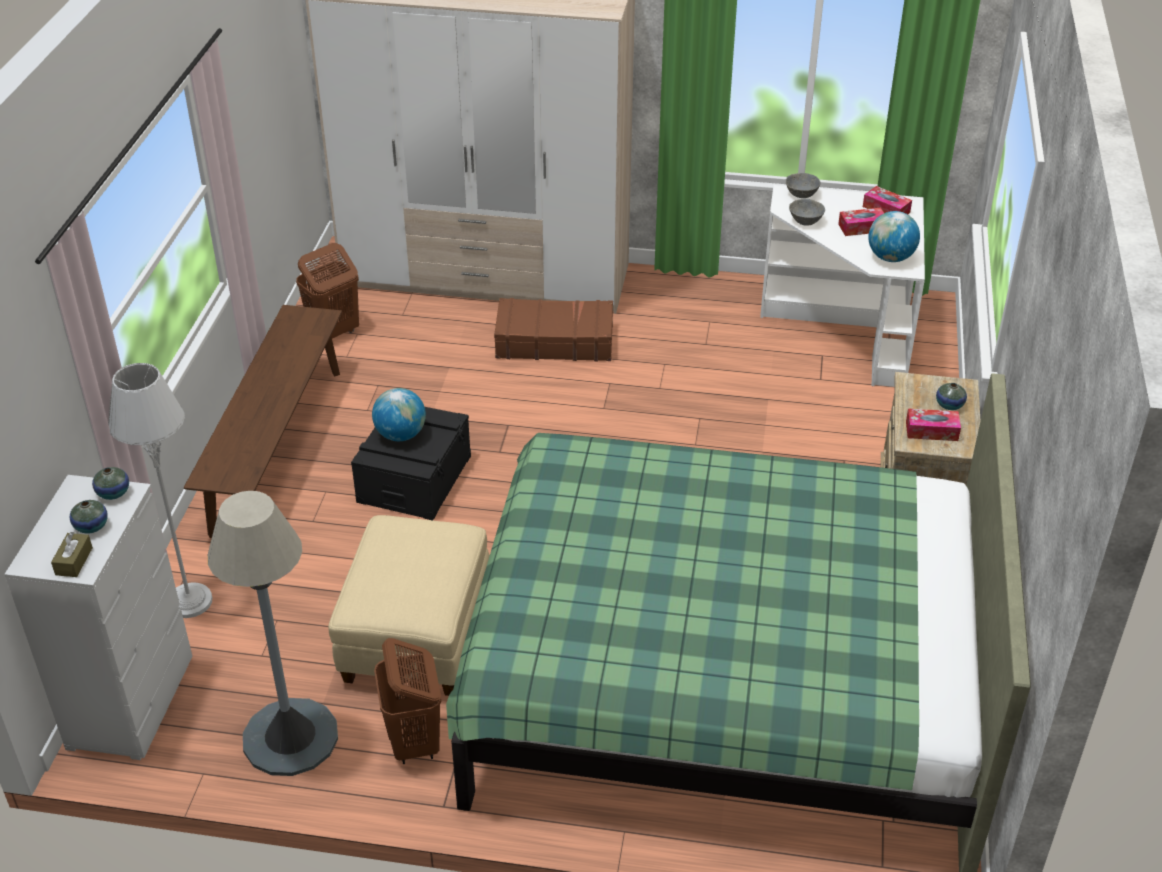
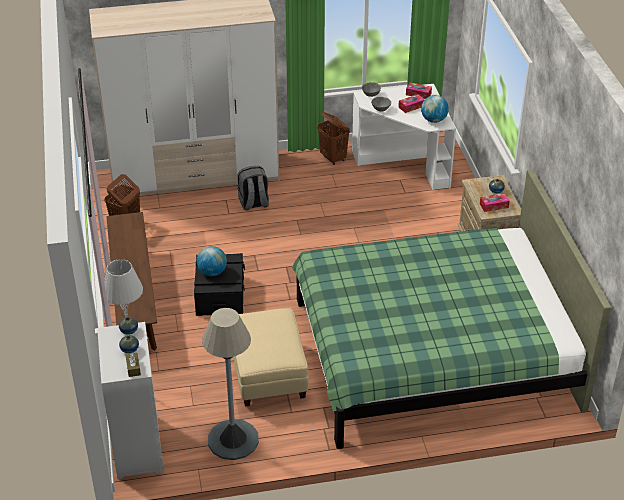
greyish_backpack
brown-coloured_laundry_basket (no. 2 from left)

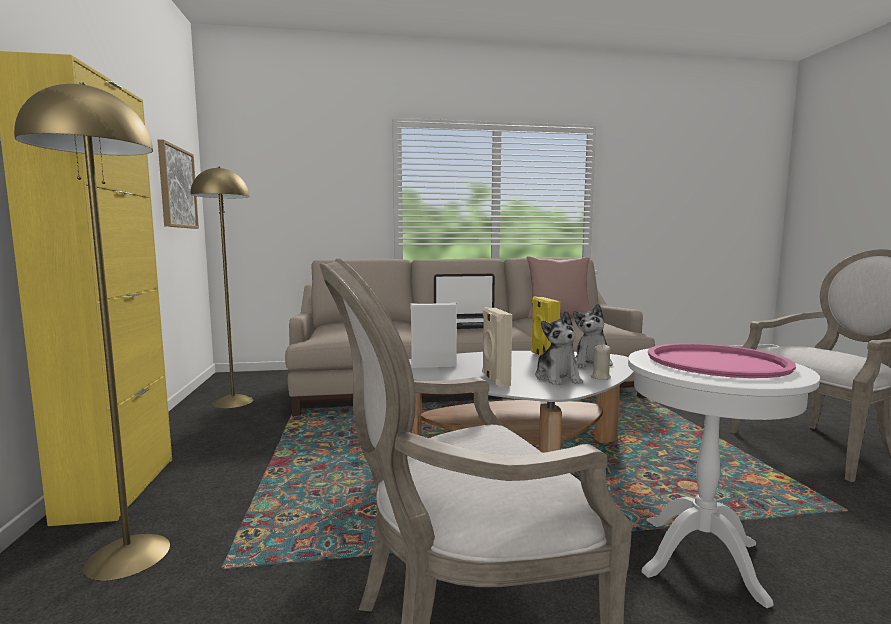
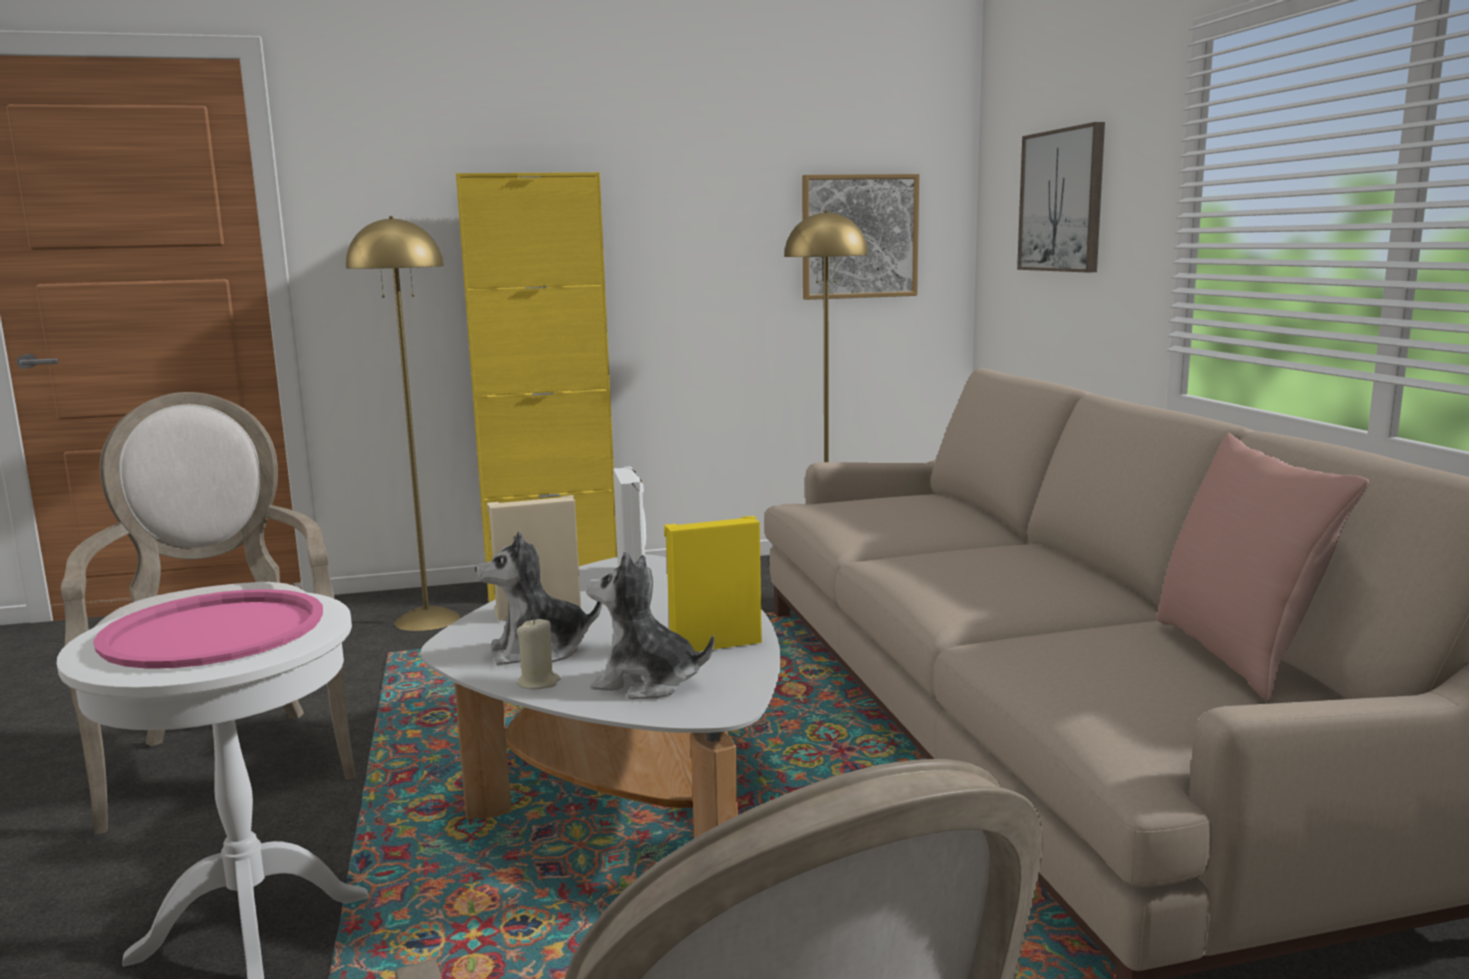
wall_picture (no. 2 from left)
notebook_computer

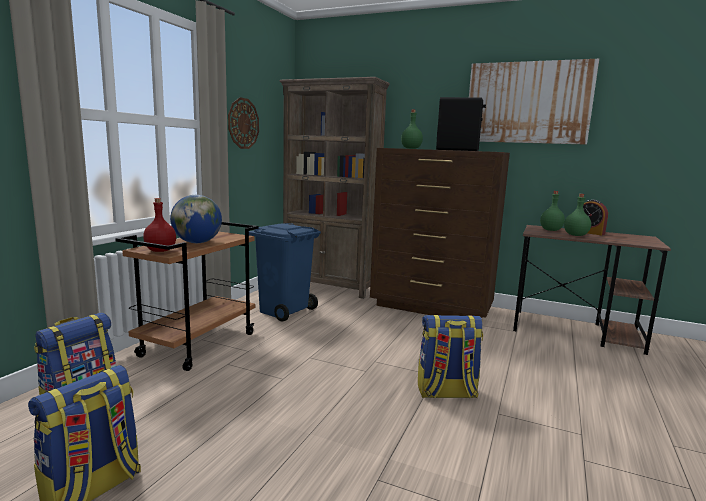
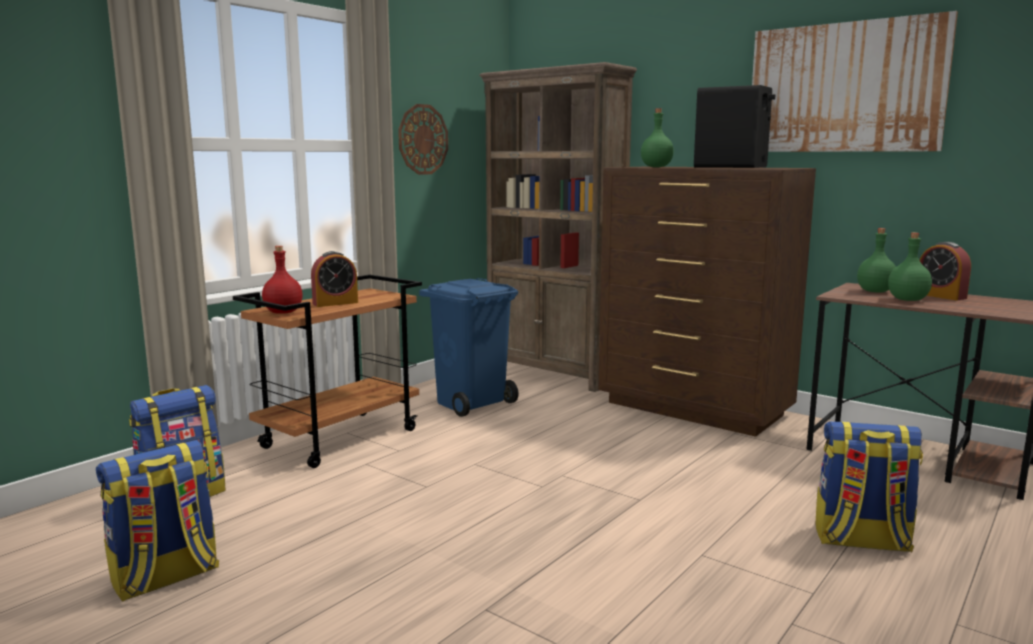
bedside_clock (no. 1 from left)
backpack (no. 3 from left)

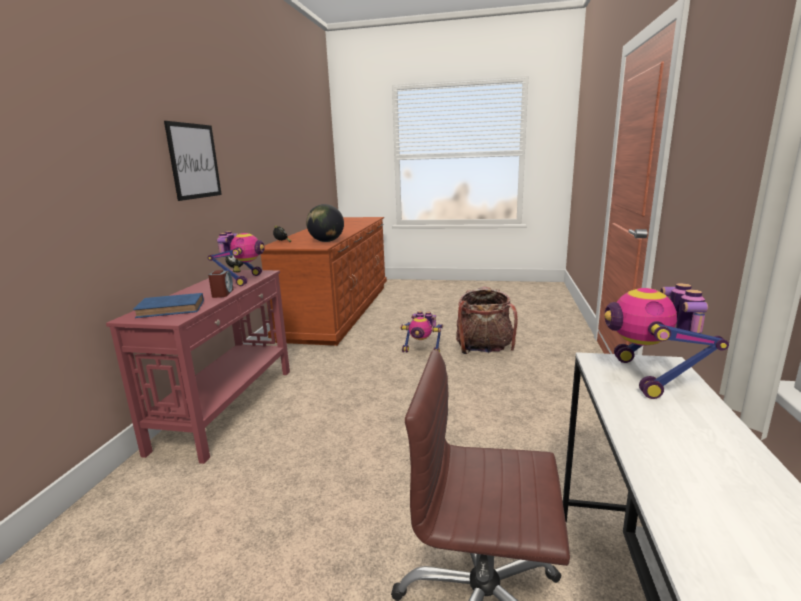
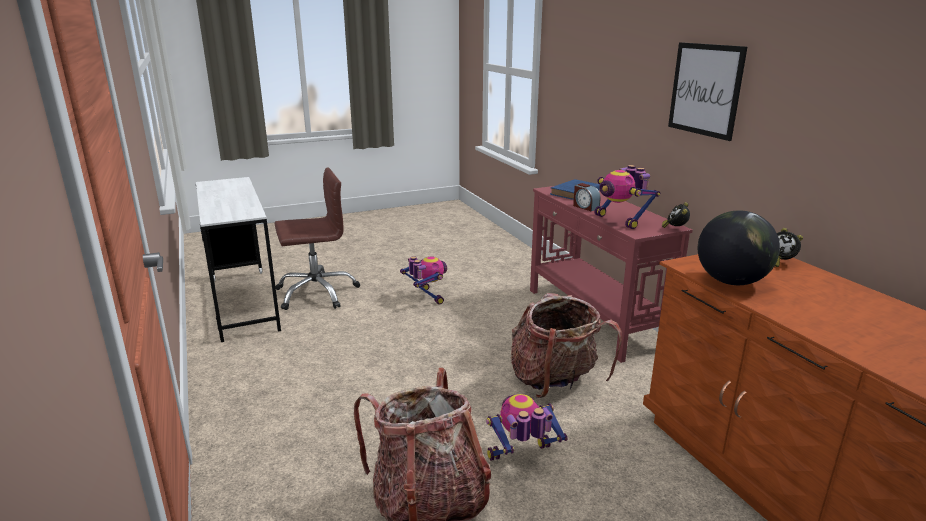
robot_figure (no. 1 from left)
backpack (no. 2 from left)

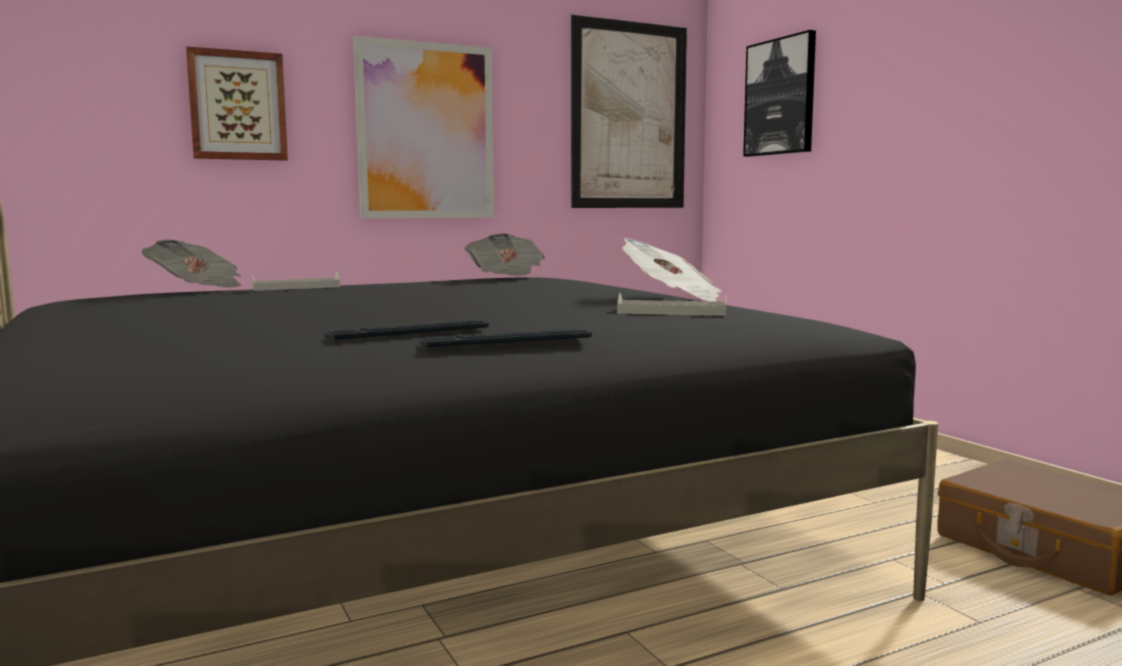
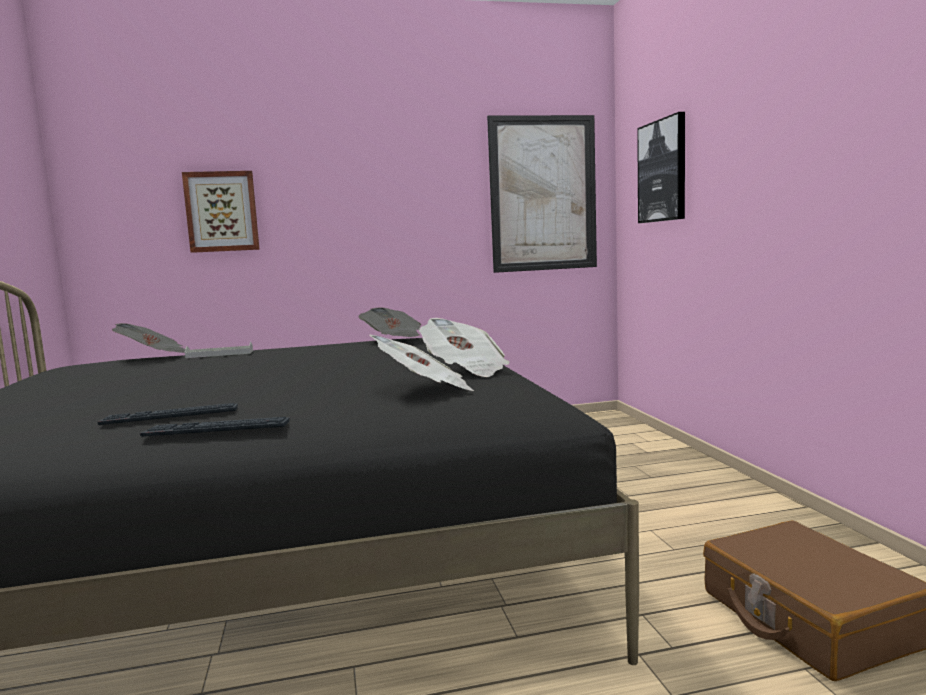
printed_paper (no. 3 from left)
wall_picture (no. 2 from left in the first image)

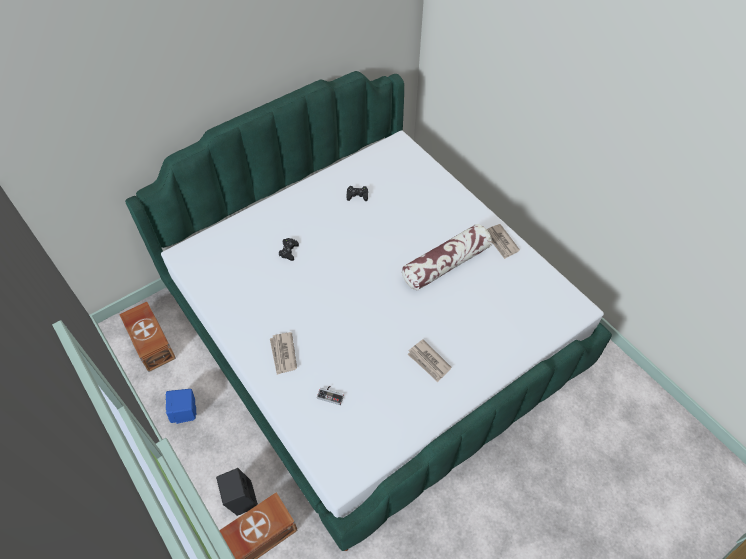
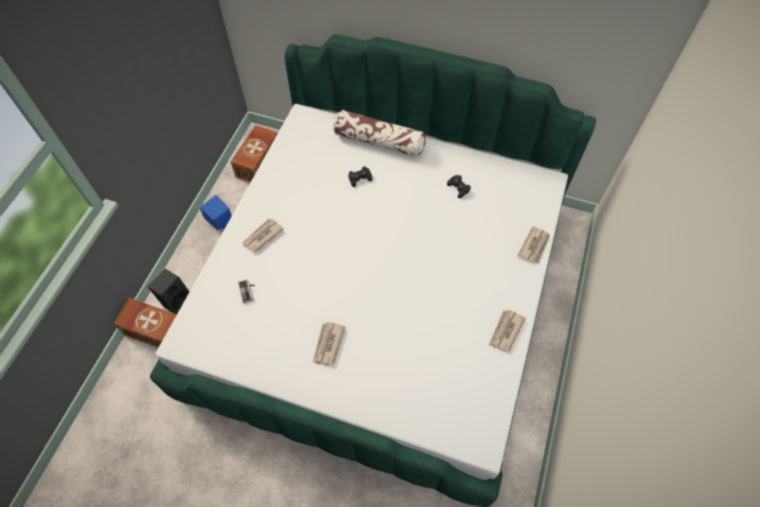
cushion
printed_paper (no. 4 from left)

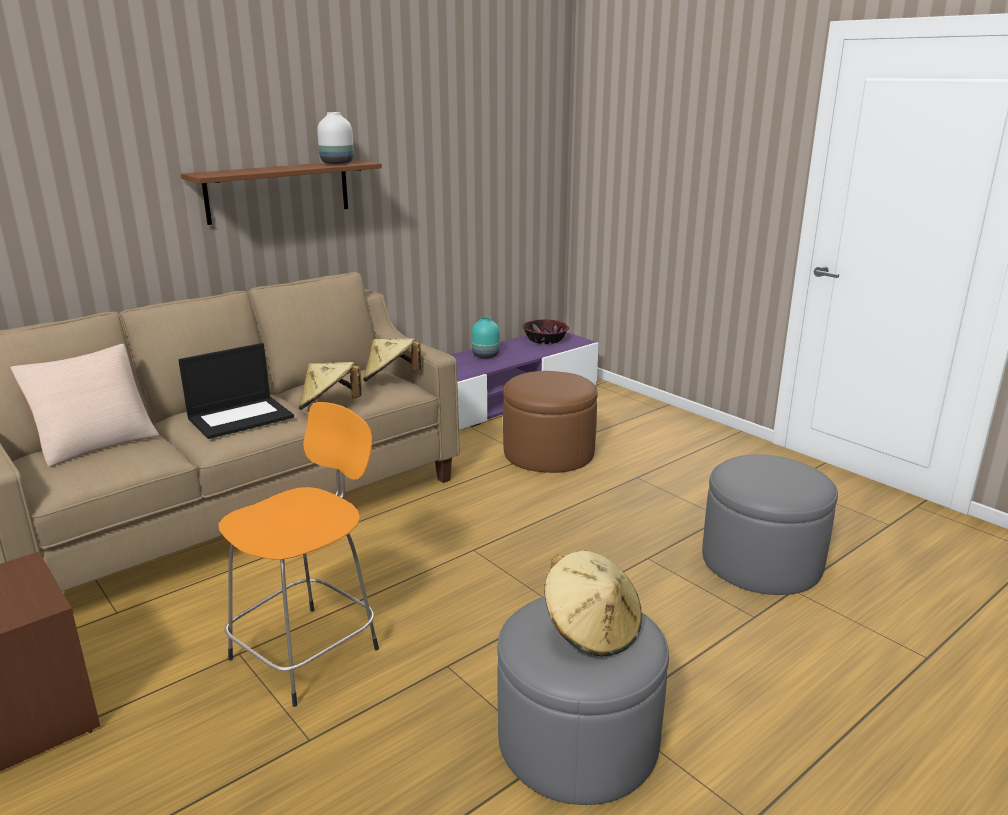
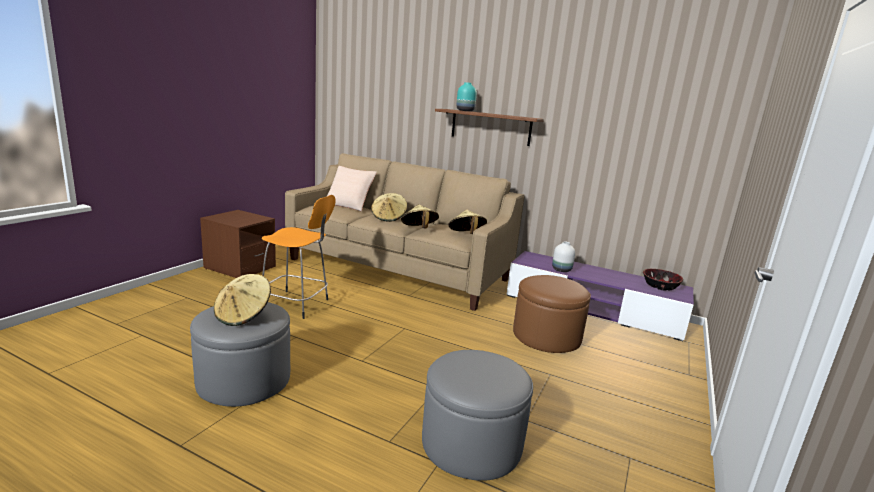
sand-coloured_clothing_hat (no. 2 from left)
turquoise-coloured_vase
whitish_vase

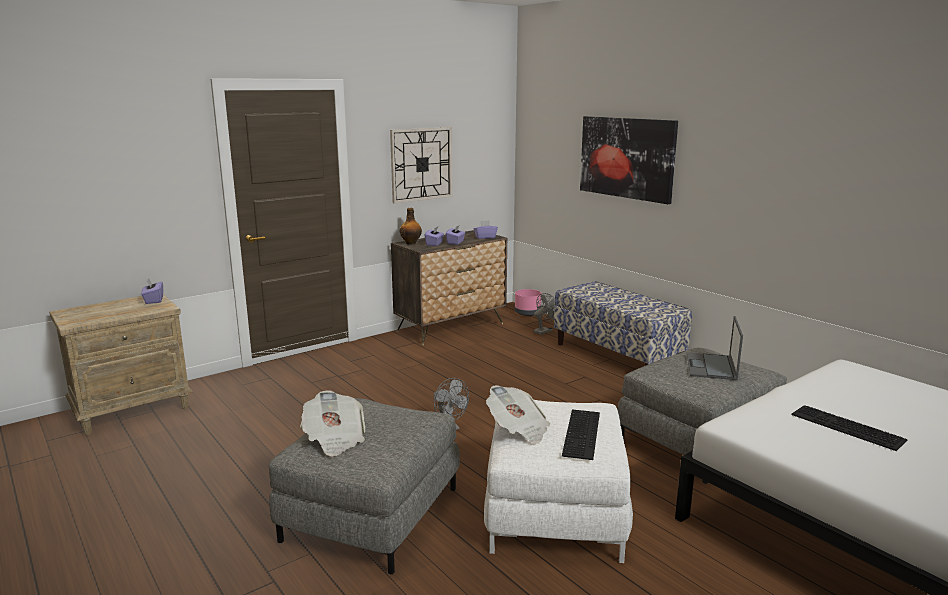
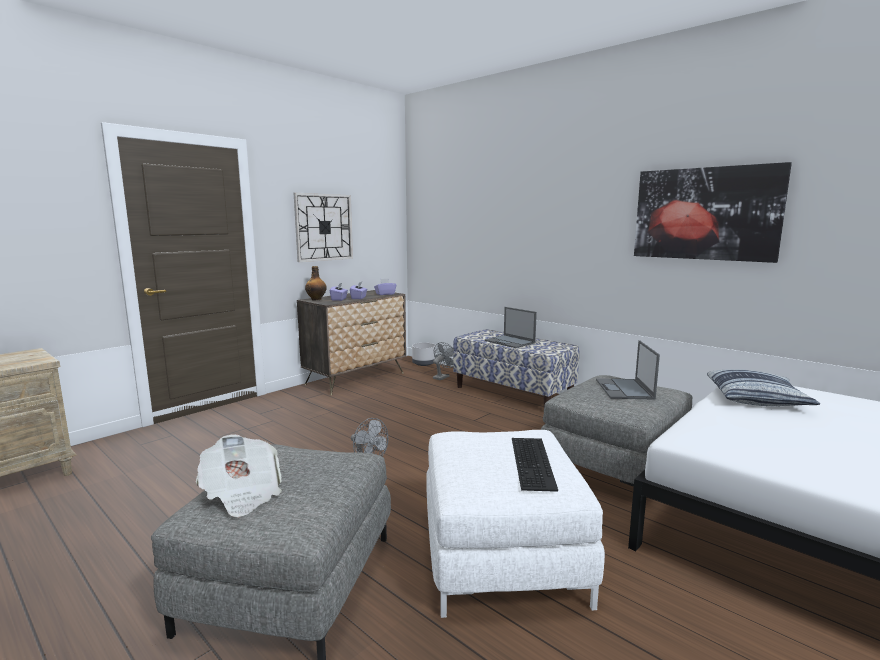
greyish_flower_pot
notebook_computer (no. 1 from left)
wall_picture
cushion
purple-coloured_tissue_box (no. 1 from left in the first image)
printed_paper (no. 2 from left in the first image)
keyboard (no. 2 from left in the first image)

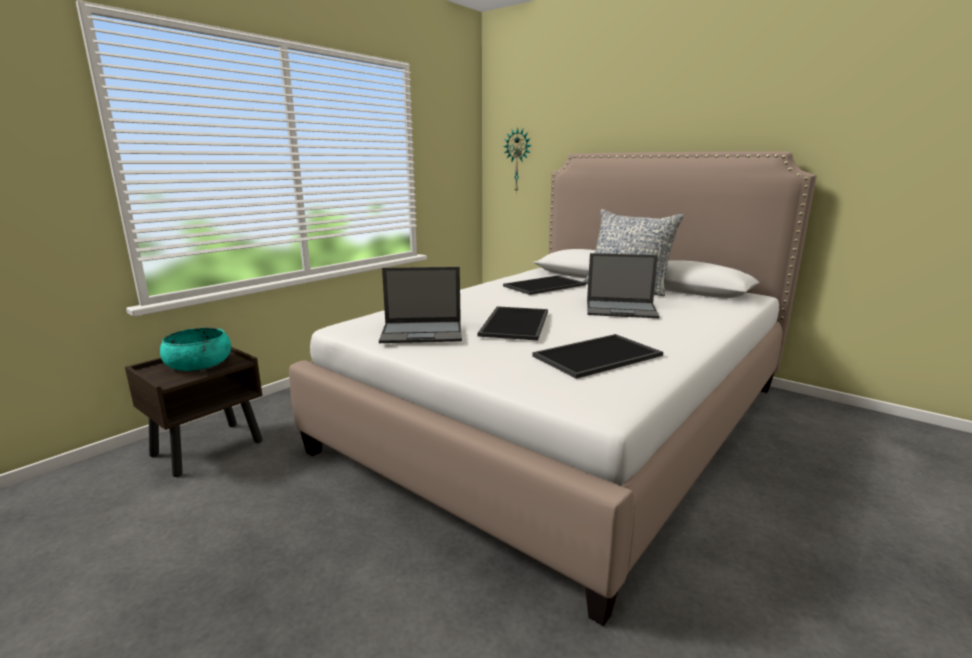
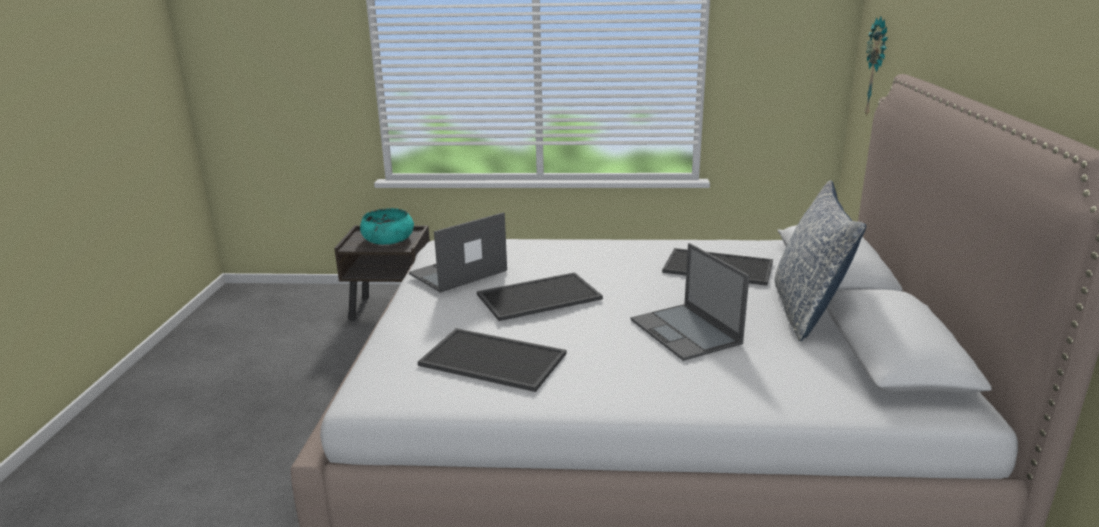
notebook_computer (no. 1 from left)

